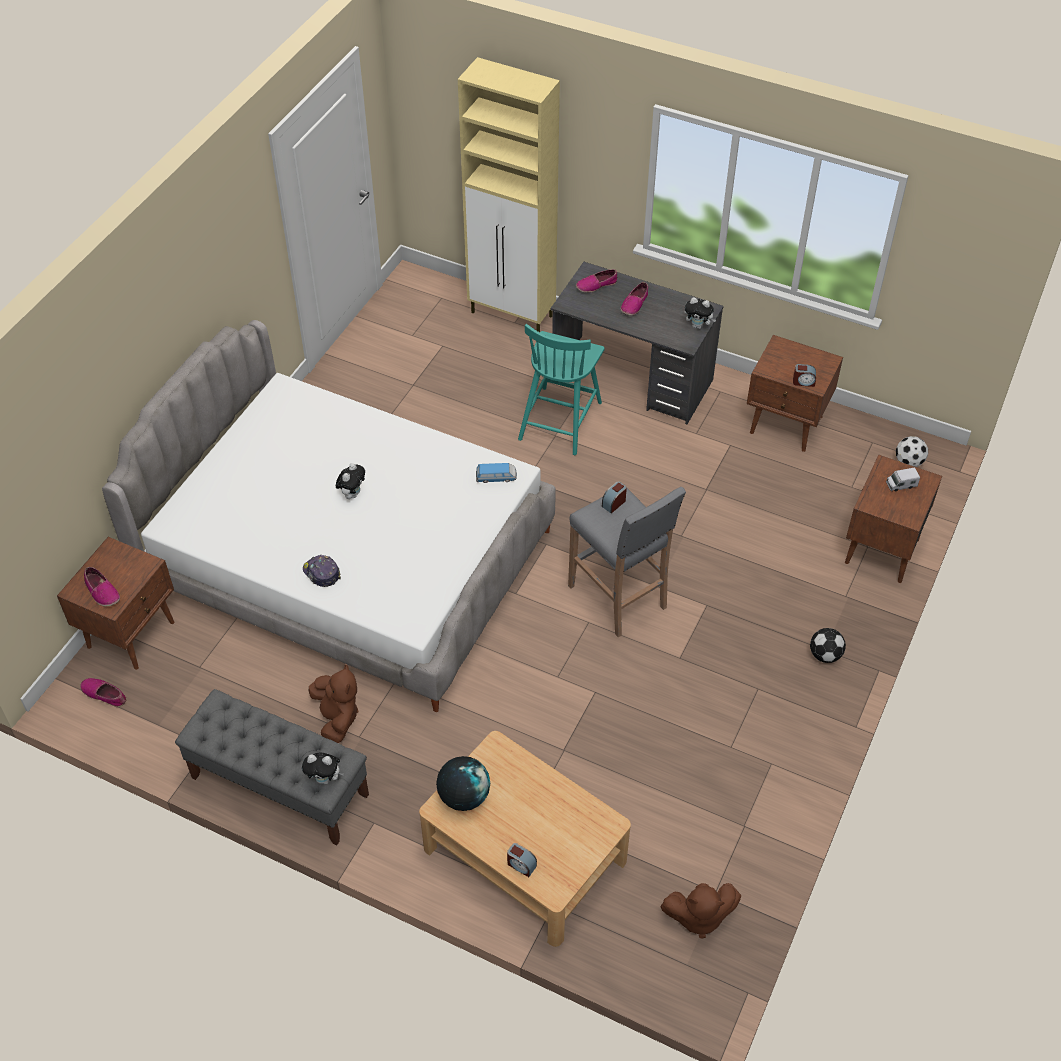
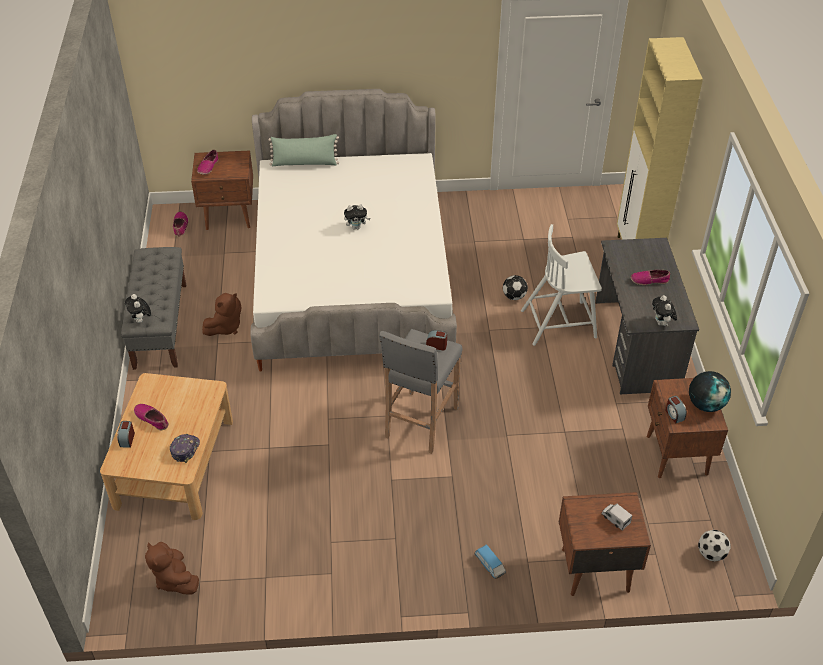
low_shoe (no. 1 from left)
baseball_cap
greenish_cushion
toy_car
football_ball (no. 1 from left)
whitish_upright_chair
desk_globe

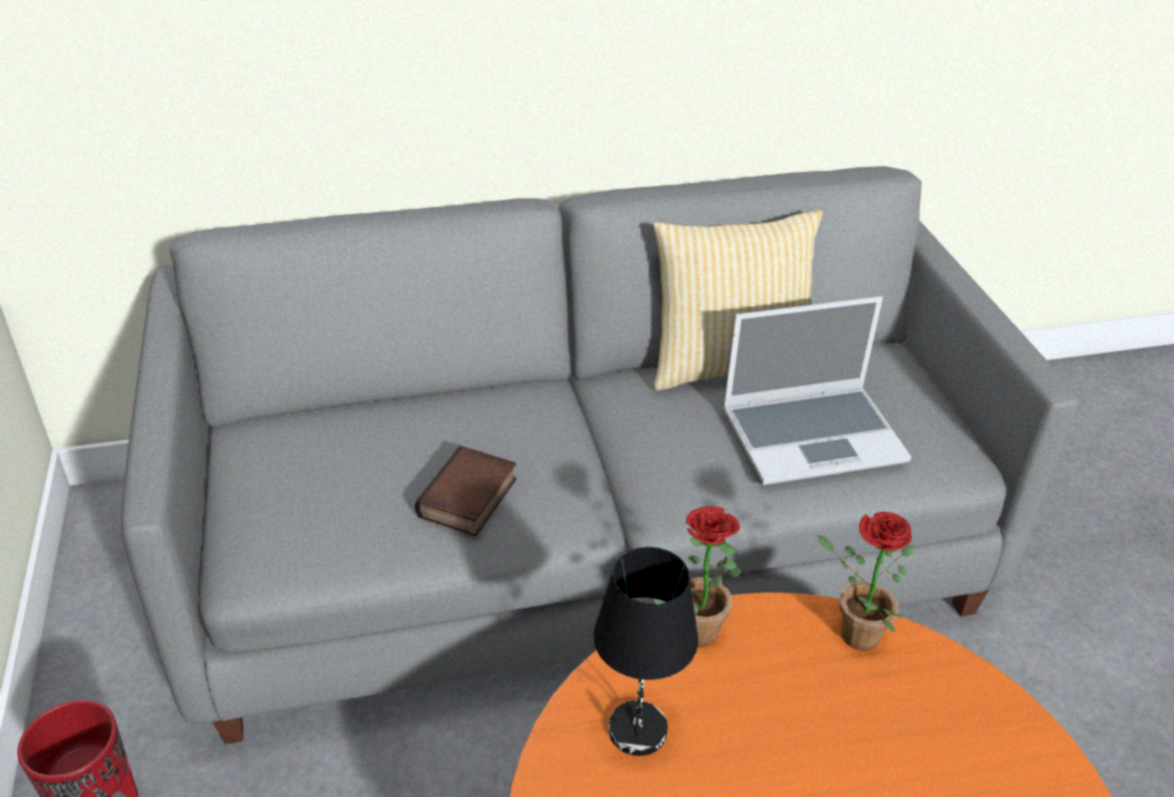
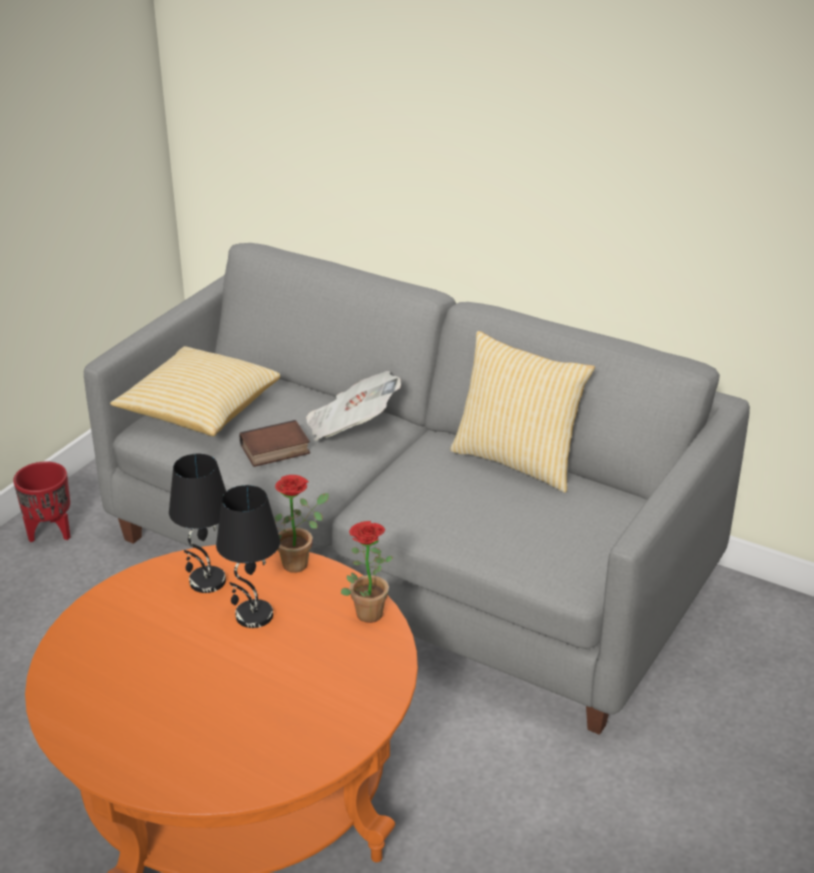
cushion (no. 1 from left)
black-coloured_tabletop_lamp (no. 2 from left)
printed_paper
notebook_computer

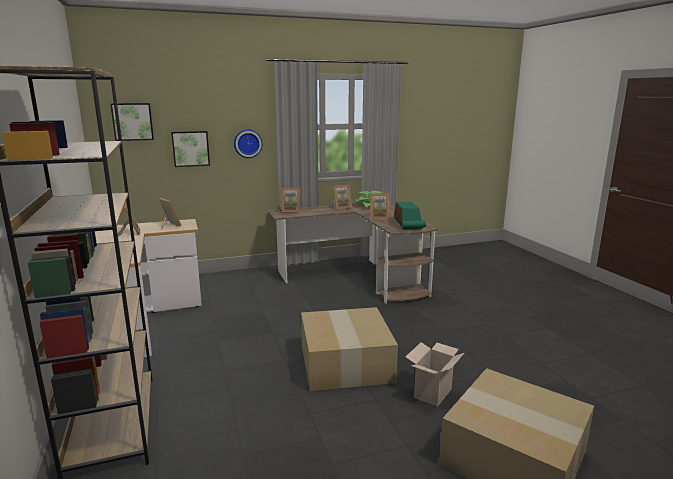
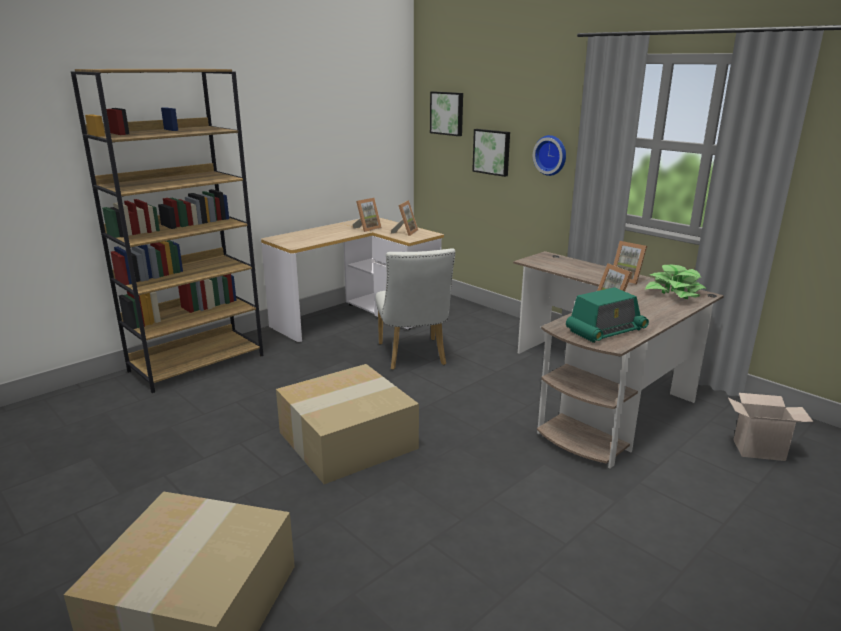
whitish_upright_chair
carton (no. 3 from left)
standing_frame (no. 3 from left in the first image)

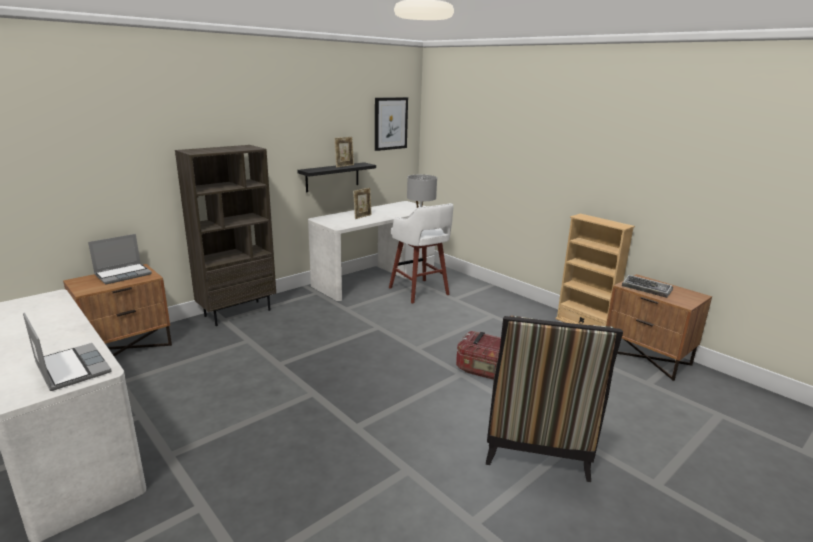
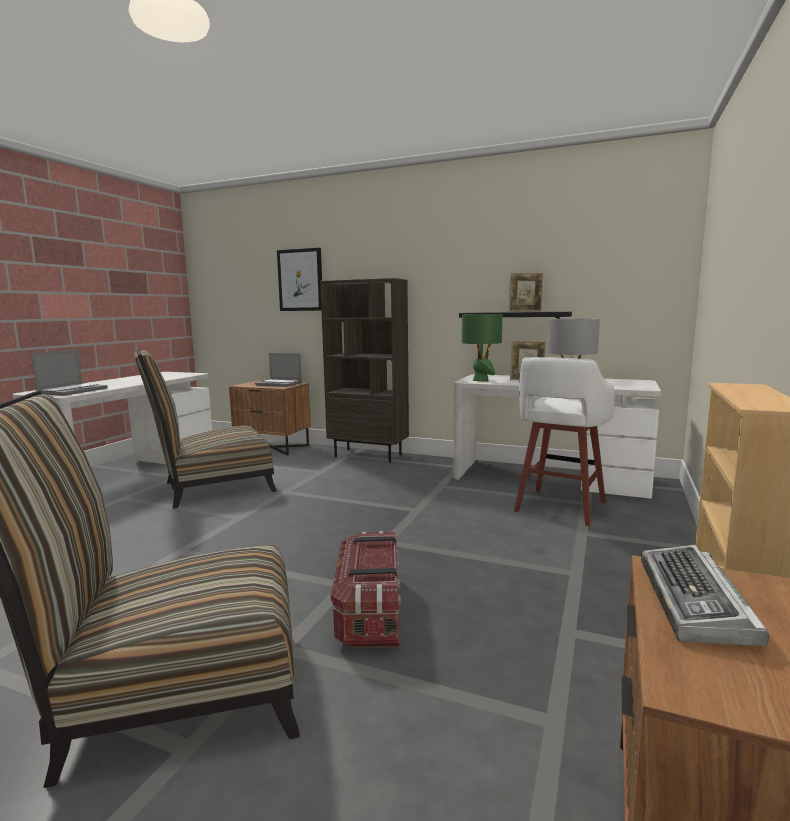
upright_chair (no. 2 from left)
wall_picture
greenish_tabletop_lamp

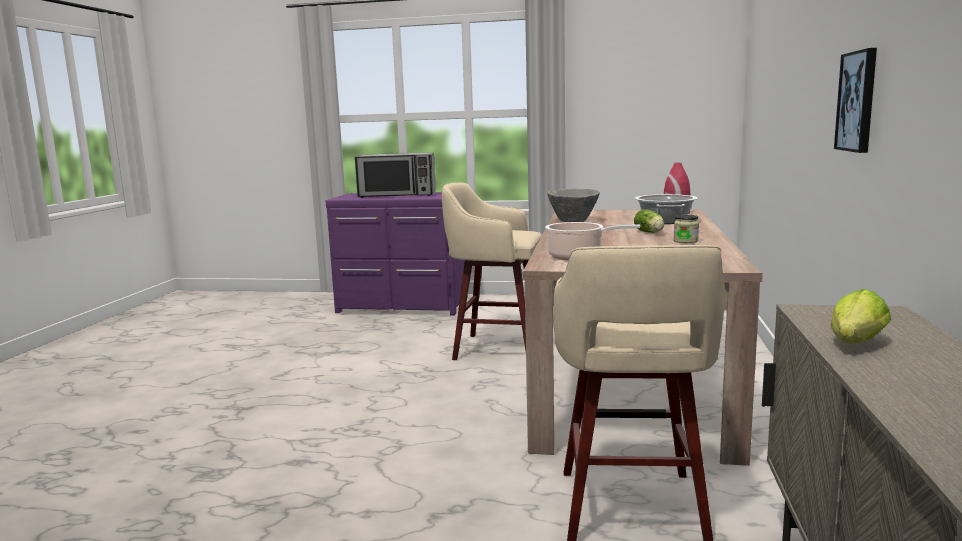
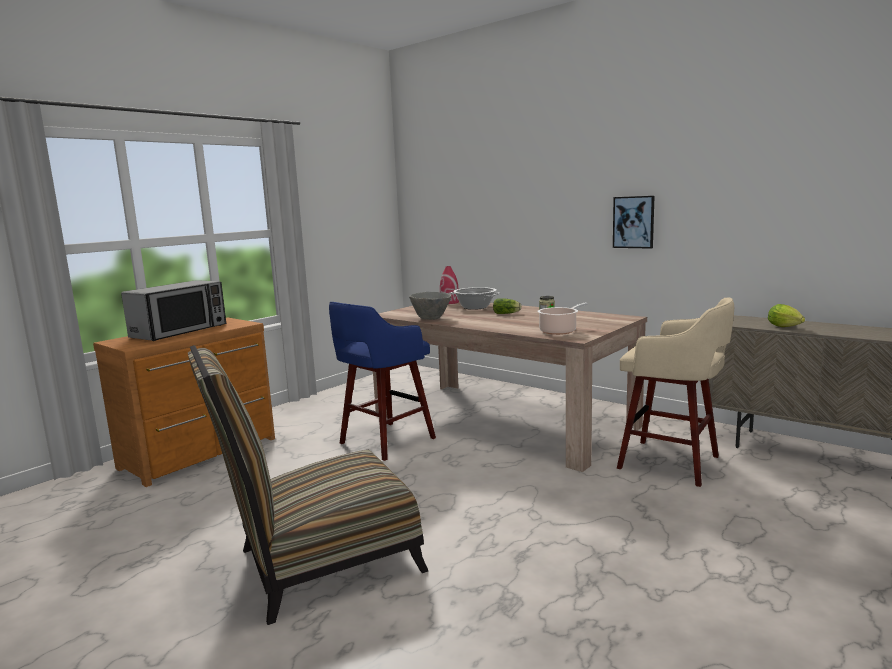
brown-coloured_dresser
upright_chair
blue-coloured_sitting_stool

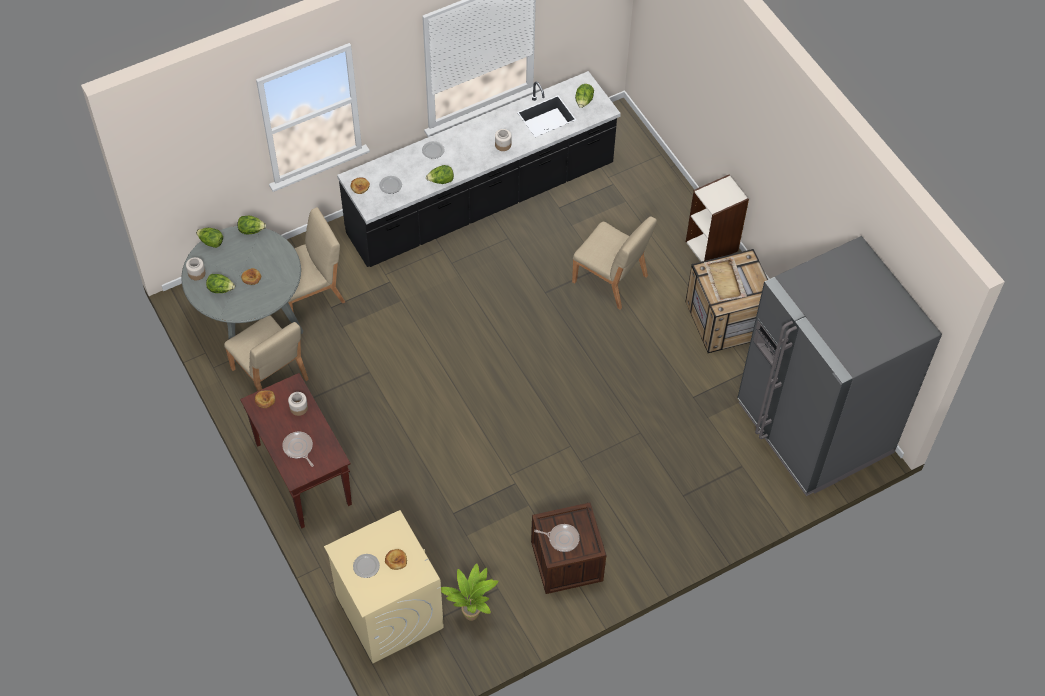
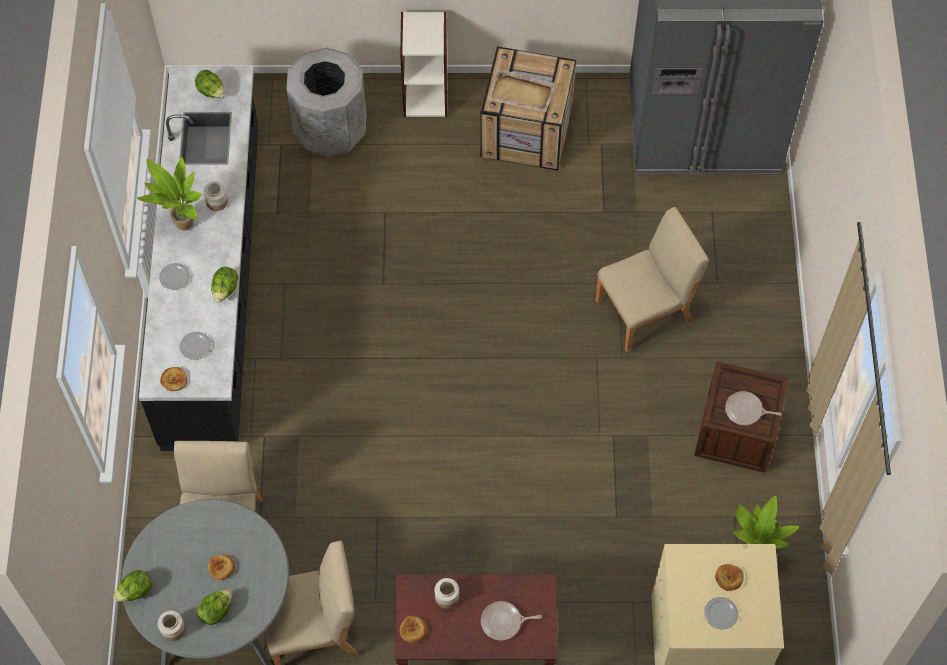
houseplant (no. 1 from left)
greyish_trash_can
sand-coloured_upright_chair (no. 3 from left)
frying_pan (no. 2 from left)
lettuce_head (no. 3 from left in the first image)

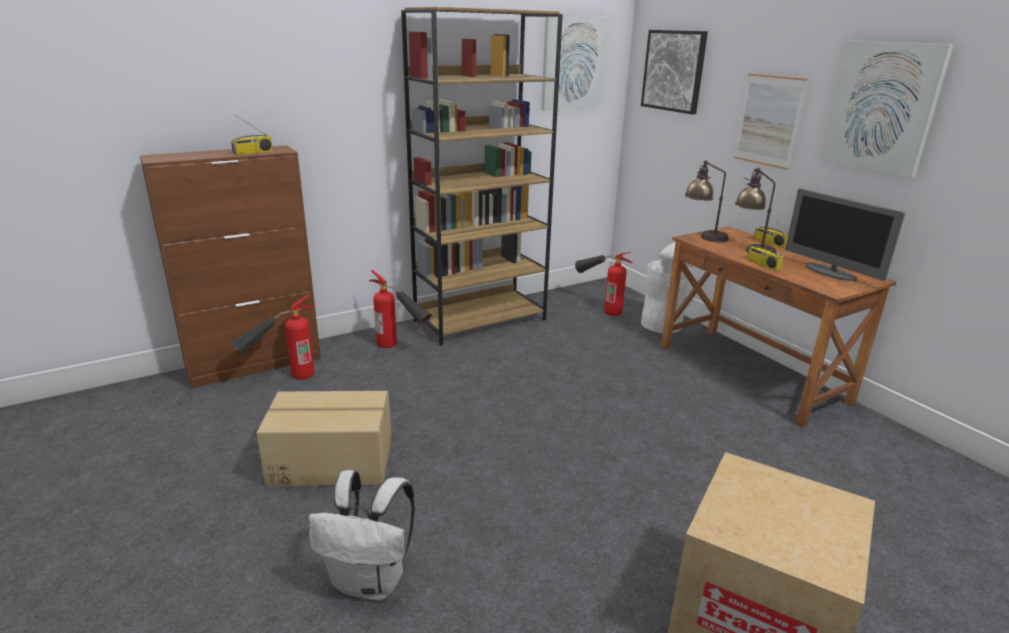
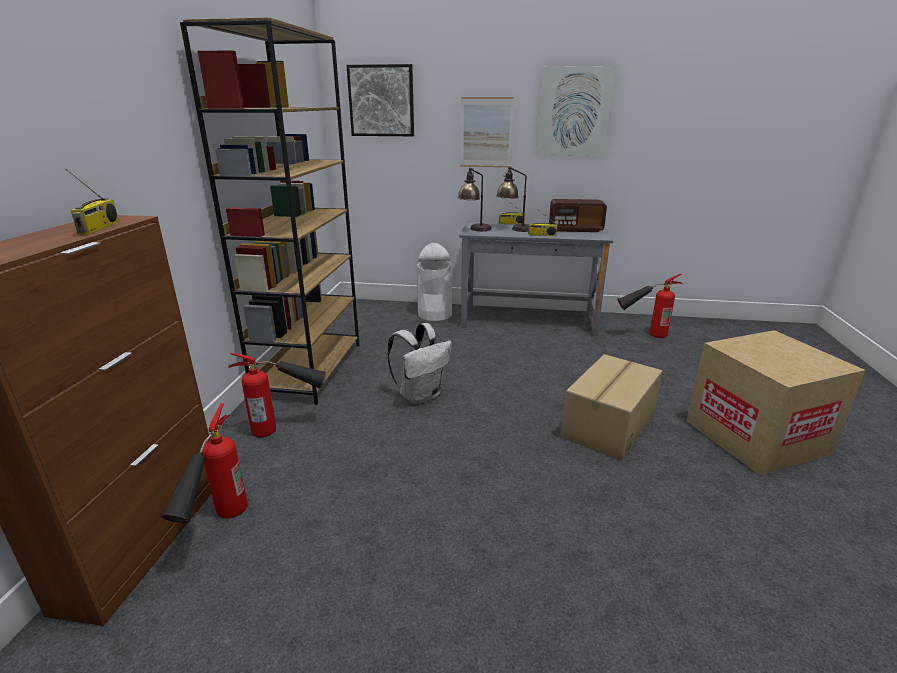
whitish_backpack
greyish_desk
radio_receiver (no. 4 from left)
carton (no. 1 from left)
fire-fighting_cylinder (no. 3 from left)
wall_picture (no. 1 from left in the first image)

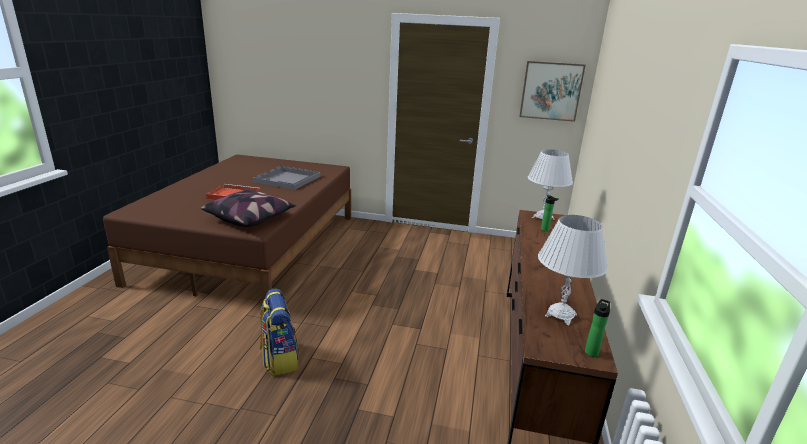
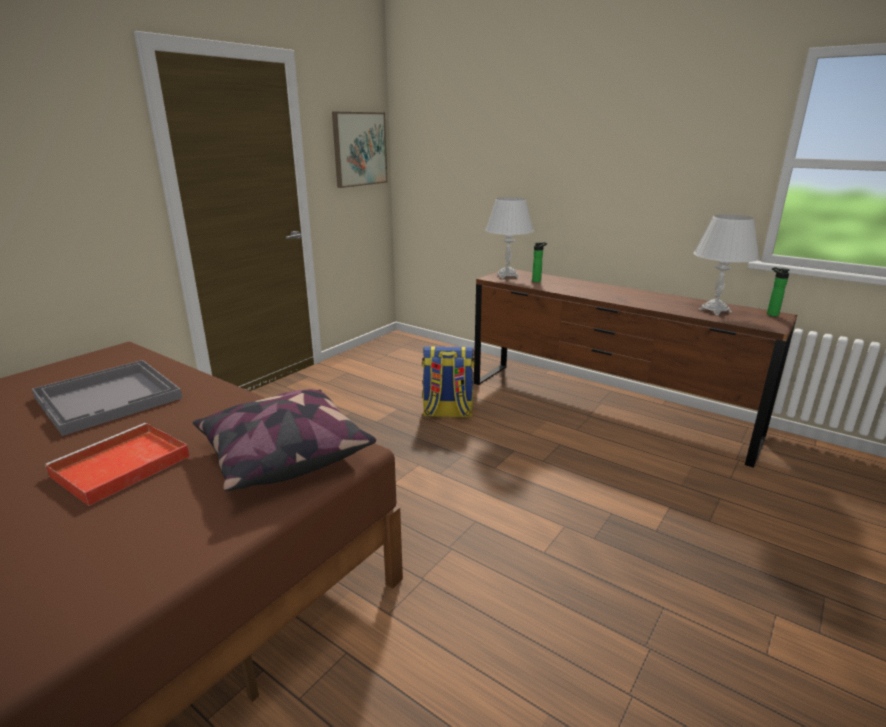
backpack

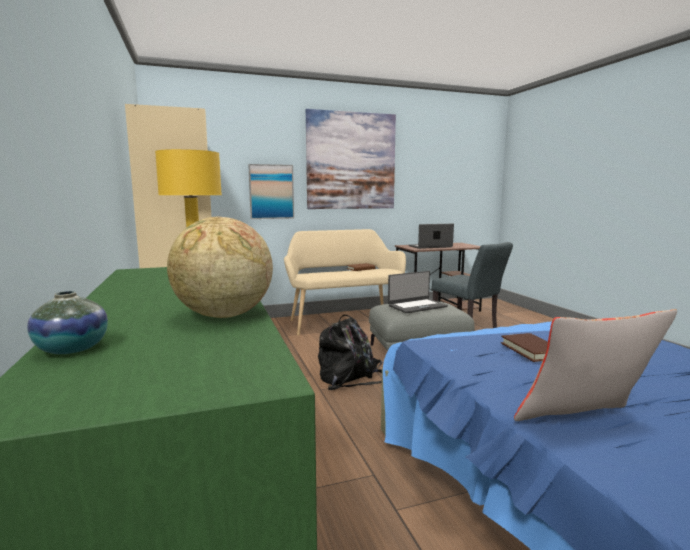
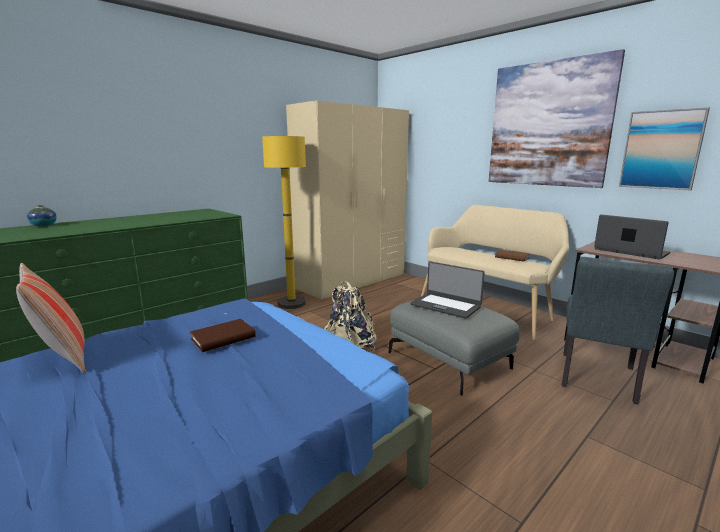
sand-coloured_backpack
wall_picture (no. 2 from left)
desk_globe

